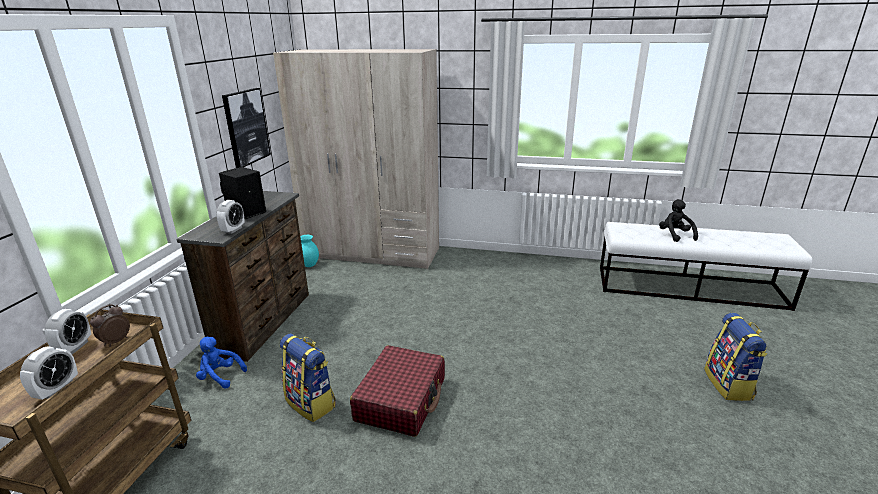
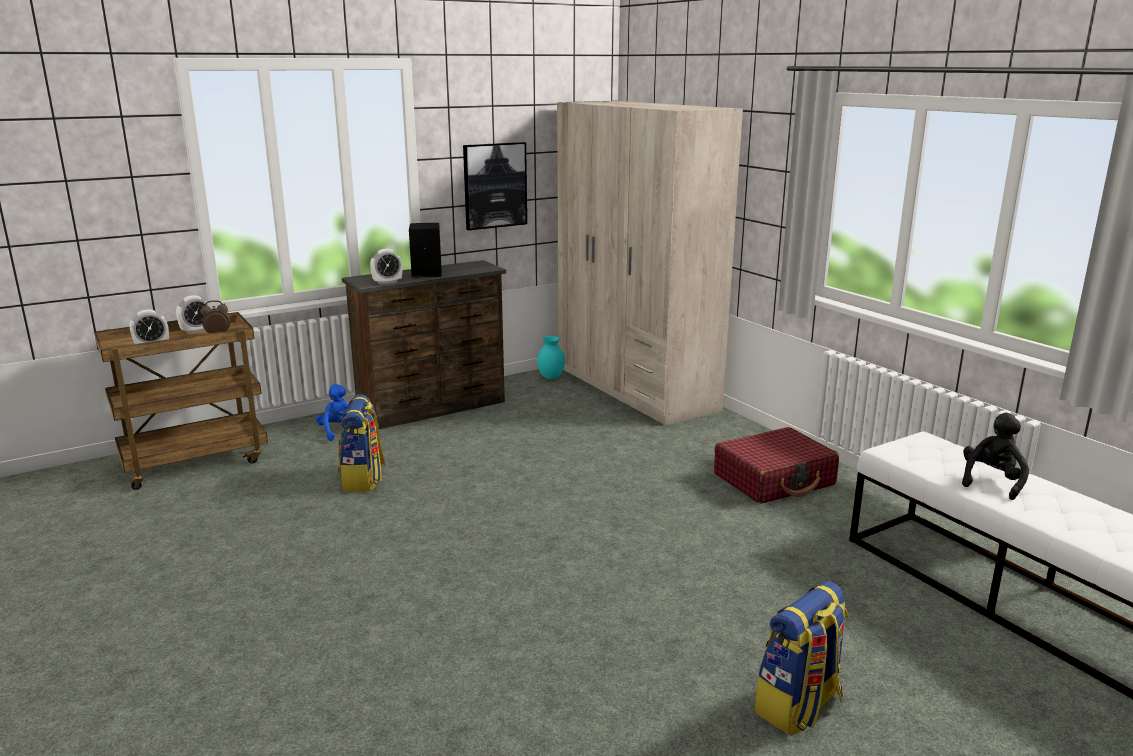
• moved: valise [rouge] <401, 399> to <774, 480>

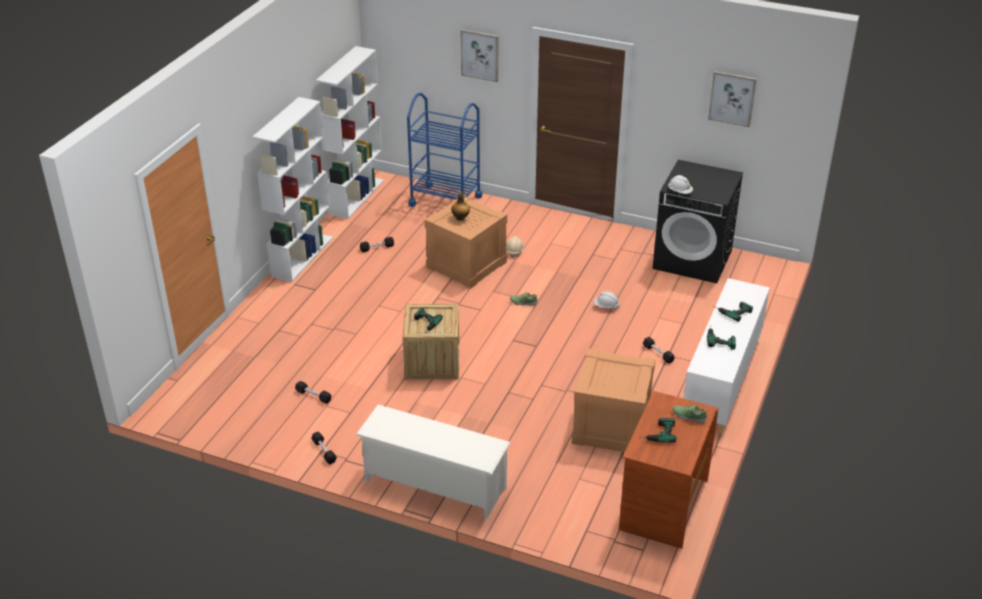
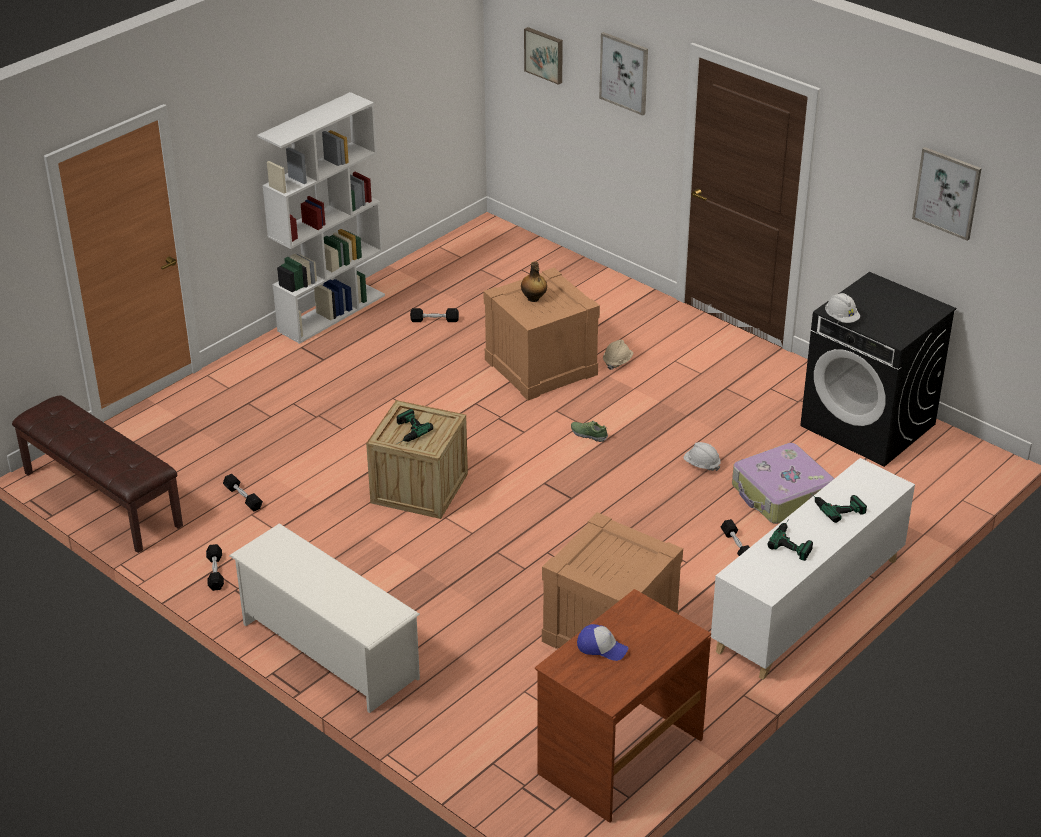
• removed: bibliothèque [blanc] <356, 197>
• removed: chariot [bleu] <445, 200>
• removed: chaussure <689, 416>
• added: banc [marron] <101, 499>
• added: tableau <545, 54>
• added: valise <781, 495>
• replaced: perceuse <657, 433> to casquette <601, 647>

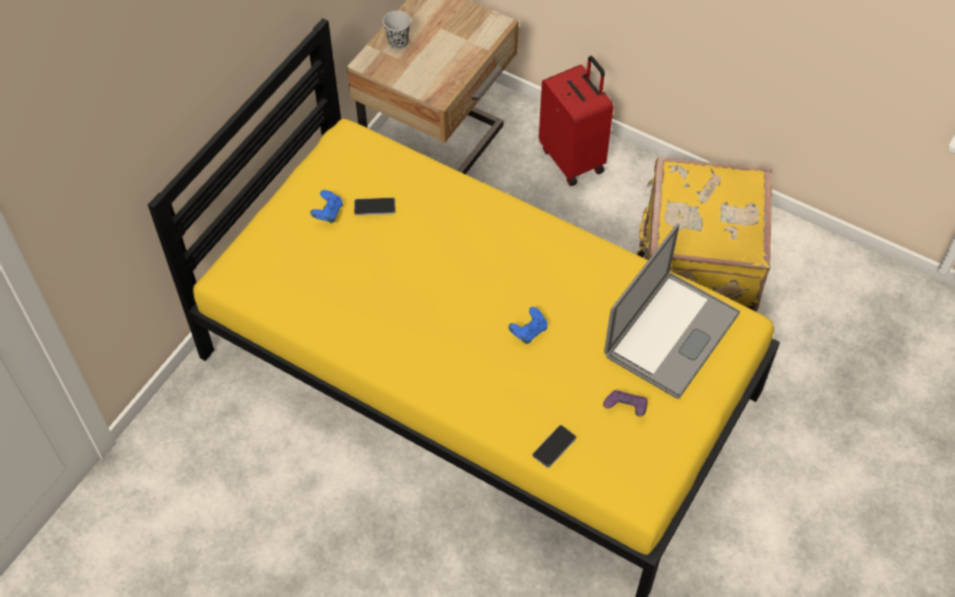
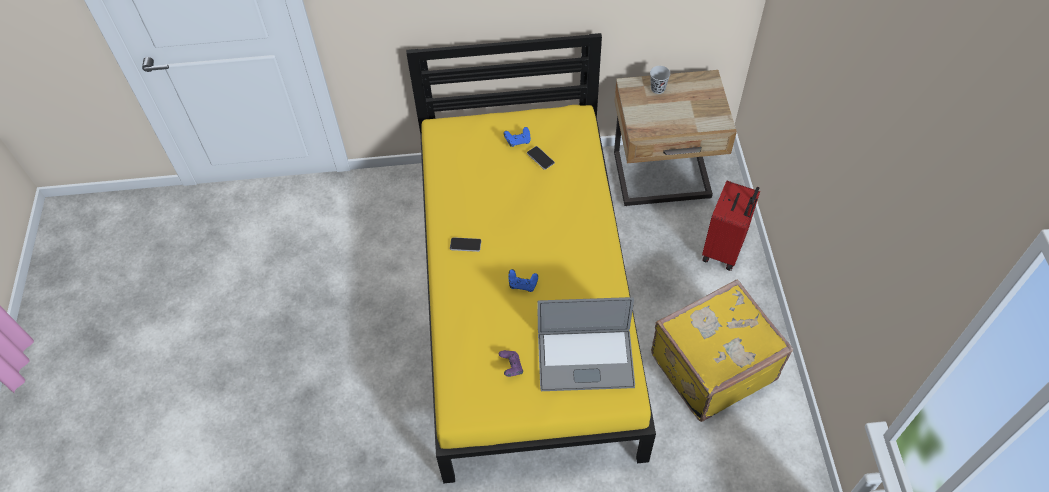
• moved: téléphone <554, 447> to <465, 245>

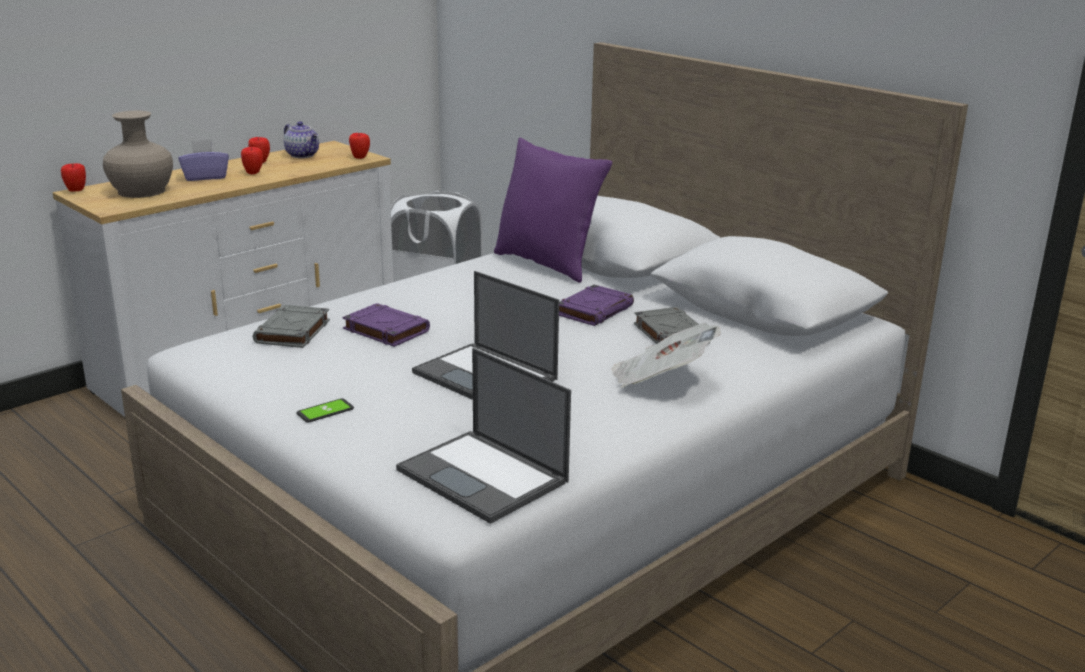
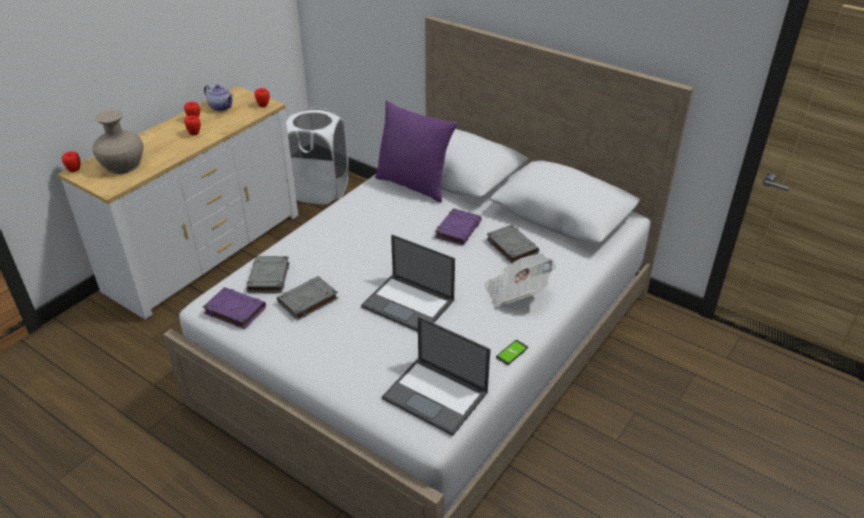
• removed: boîte à mouchoirs [violet] <205, 177>
• added: livre [gris] <307, 301>
• moved: téléphone <325, 411> to <512, 353>
• moved: livre [violet] <385, 330> to <234, 310>

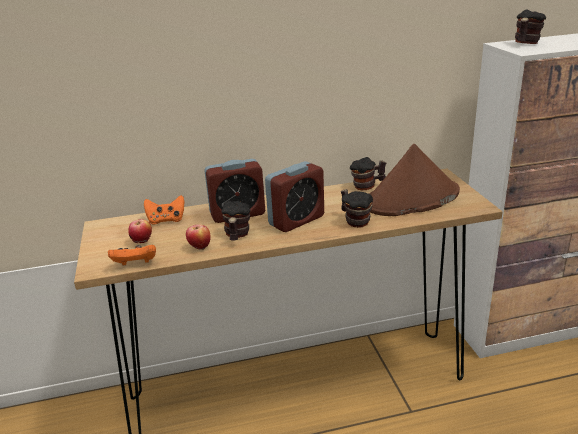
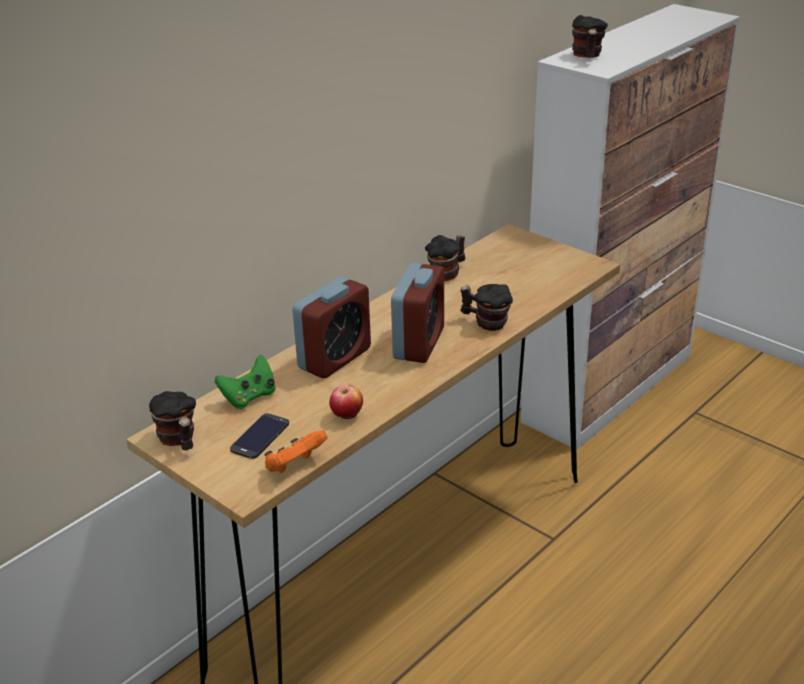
• removed: chapeau [marron] <411, 199>
• moved: mug <237, 236> to <179, 441>
• replaced: pomme <142, 242> to téléphone <260, 436>
• recoloured: manette [orange] <166, 220> to manette [vert] <249, 397>

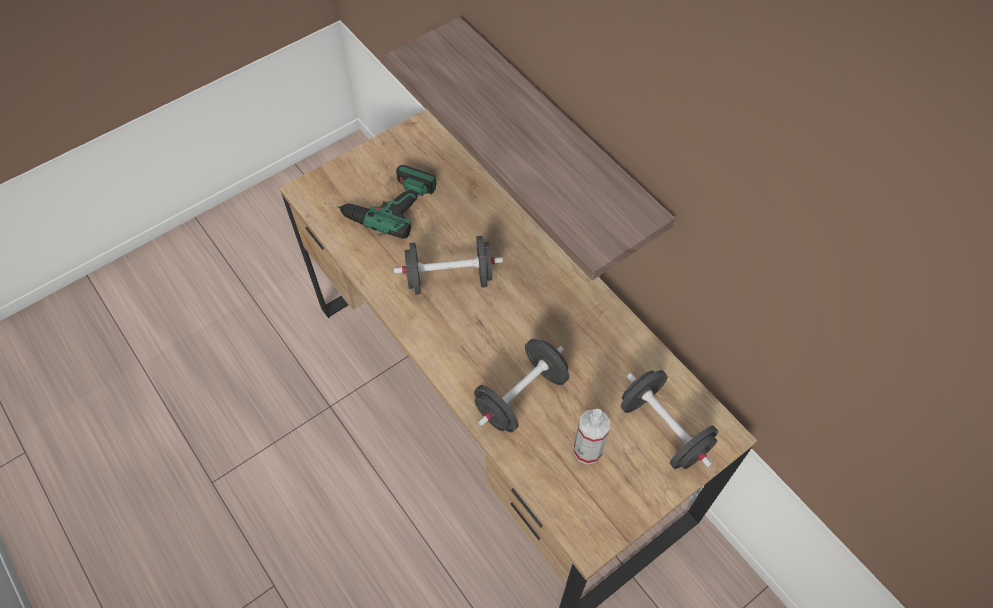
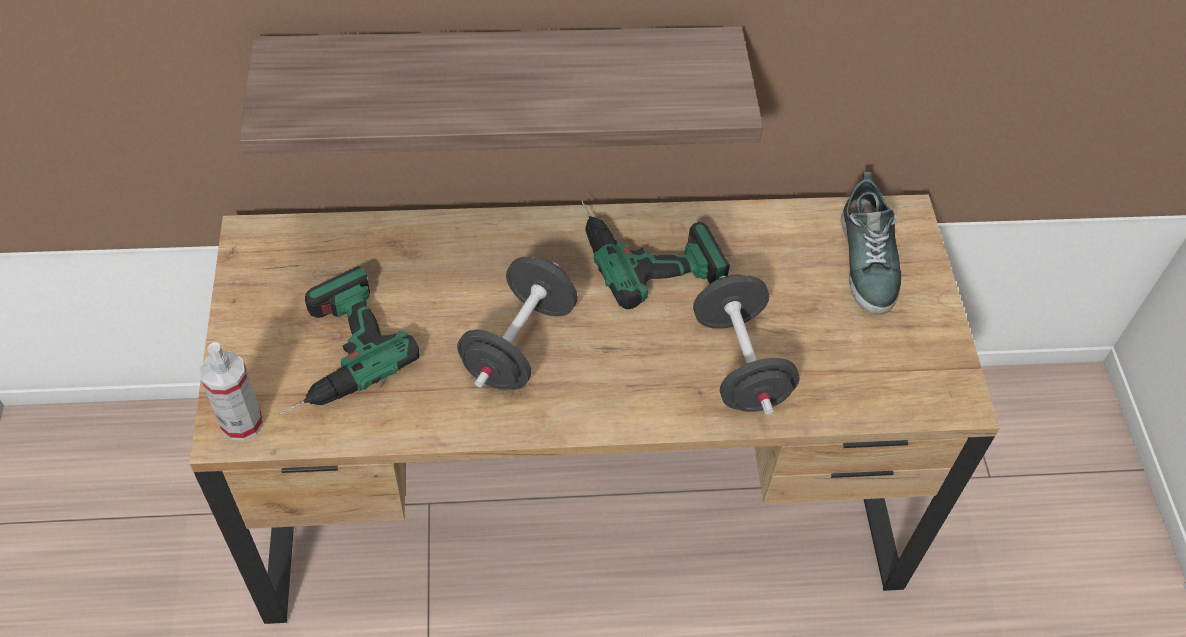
• added: perceuse <646, 247>
• moved: vaporisateur <587, 450> to <242, 423>
• replaced: haltère [noir] <663, 430> to chaussure <868, 260>

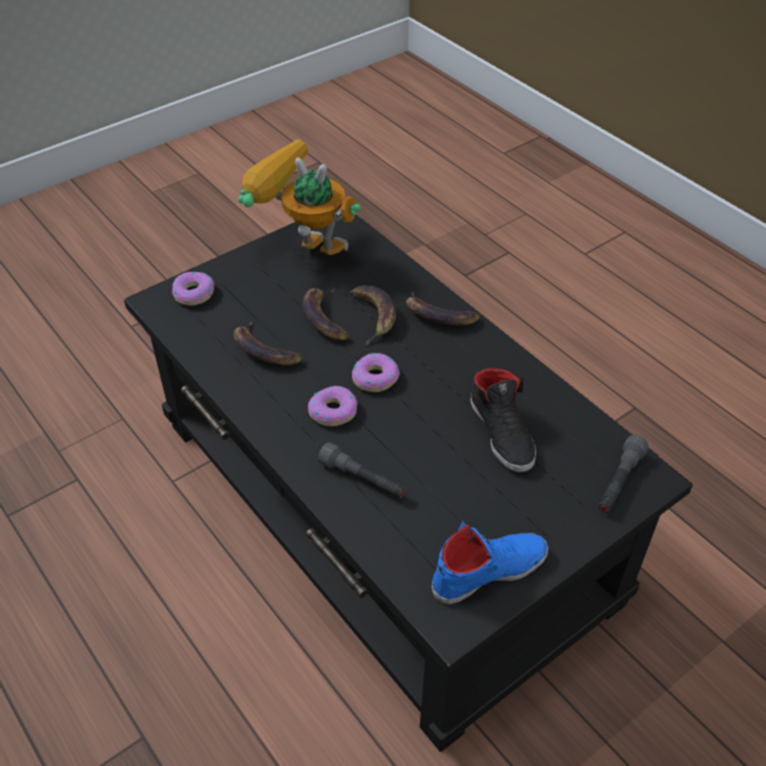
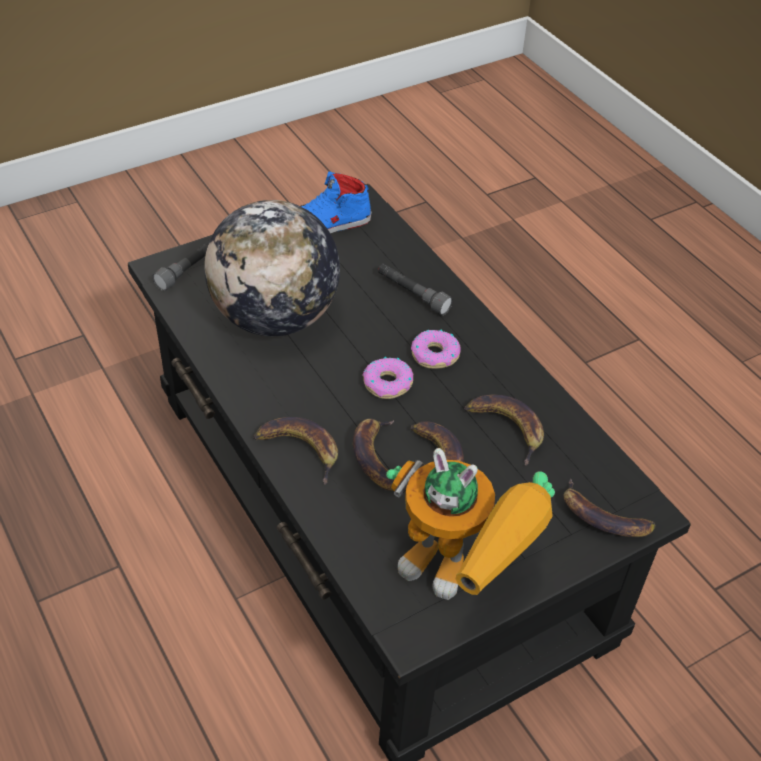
• replaced: beignet <193, 293> to banane <602, 518>
• replaced: chaussure [noir] <502, 432> to globe <275, 318>

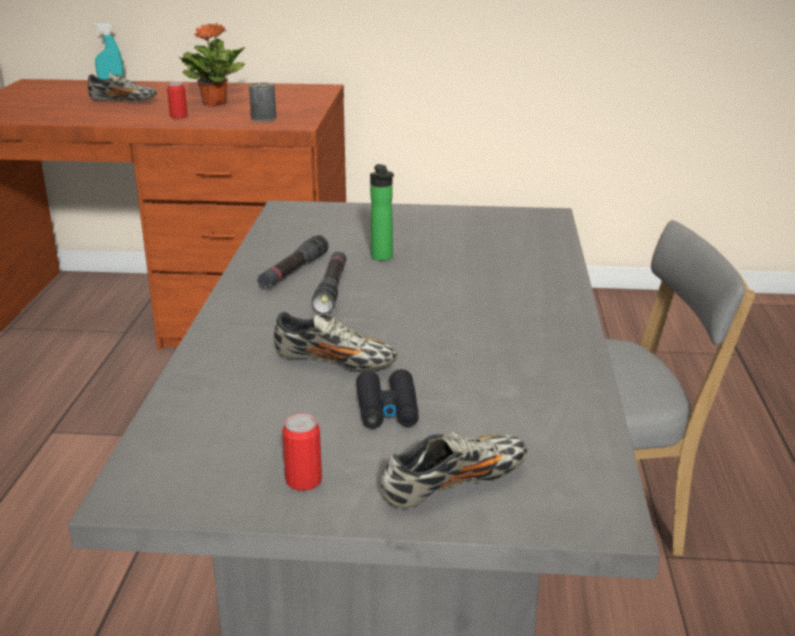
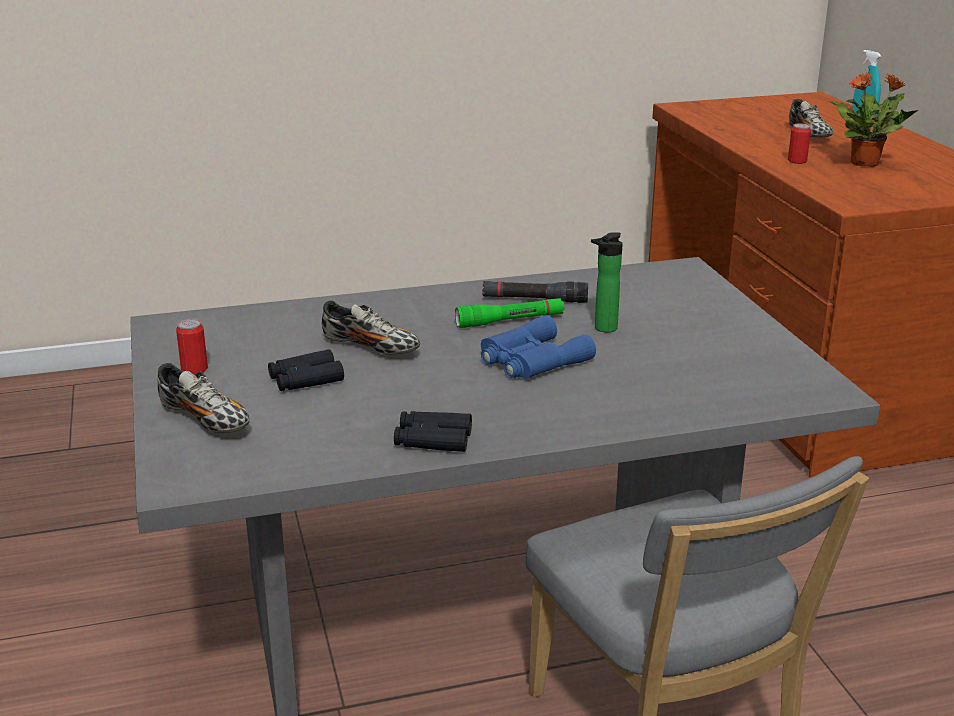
• removed: boîte métallique <263, 118>
• added: jumelles [noir] <433, 440>
• added: jumelles [bleu] <531, 360>
• recoloured: lampe de poche [noir] <331, 289> to lampe de poche [vert] <510, 321>
• turned: chaussure <335, 363> = <371, 348> 60 degrees counterclockwise

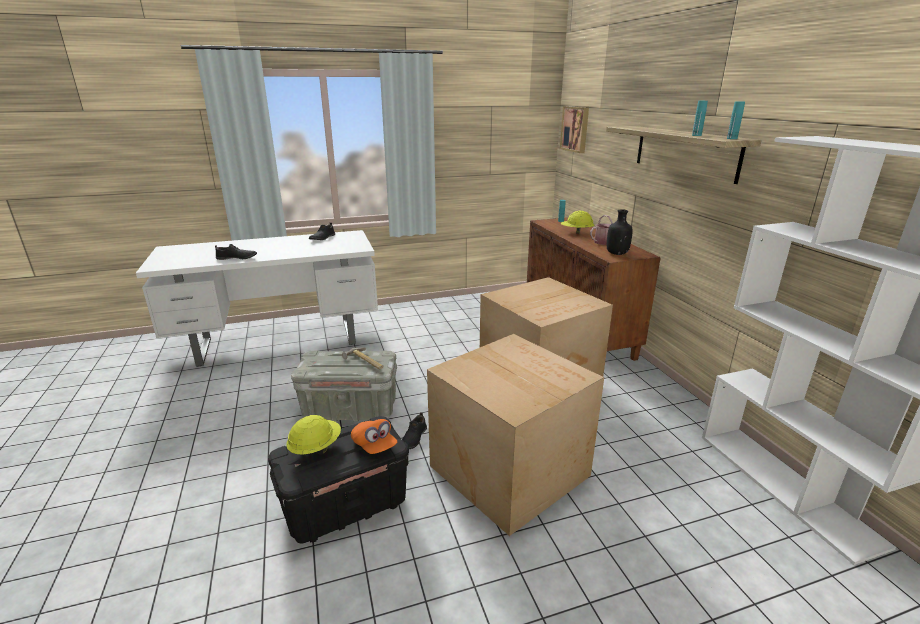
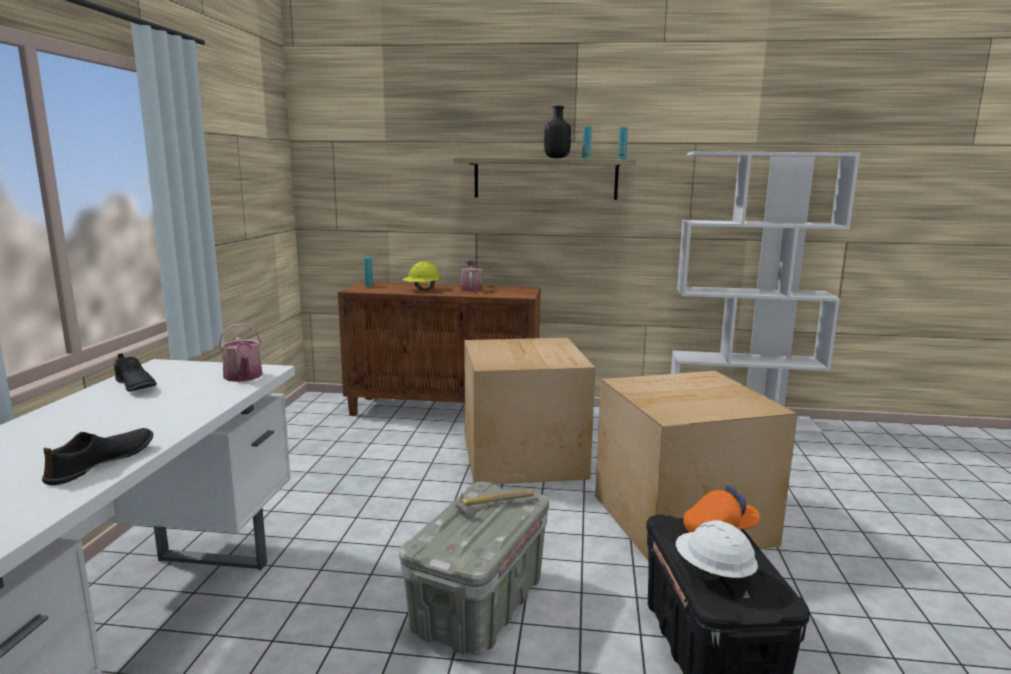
• removed: chaussure [noir] <412, 438>
• removed: tableau <575, 129>
• added: arrosoir <243, 377>
• moved: bouteille [noir] <616, 253> to <556, 158>
• recoloured: casque de chantier [jaune] <315, 448> to casque de chantier [blanc] <713, 573>

